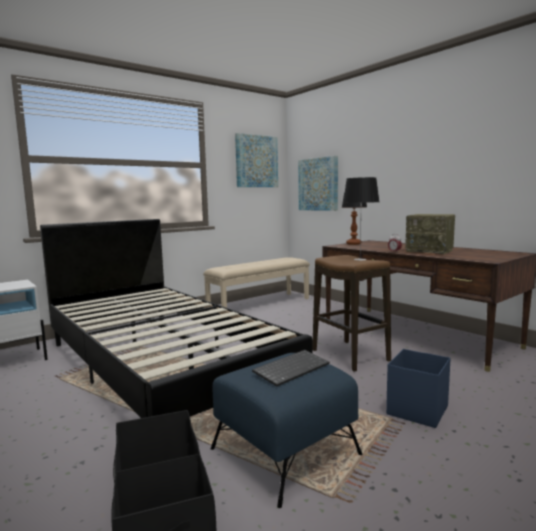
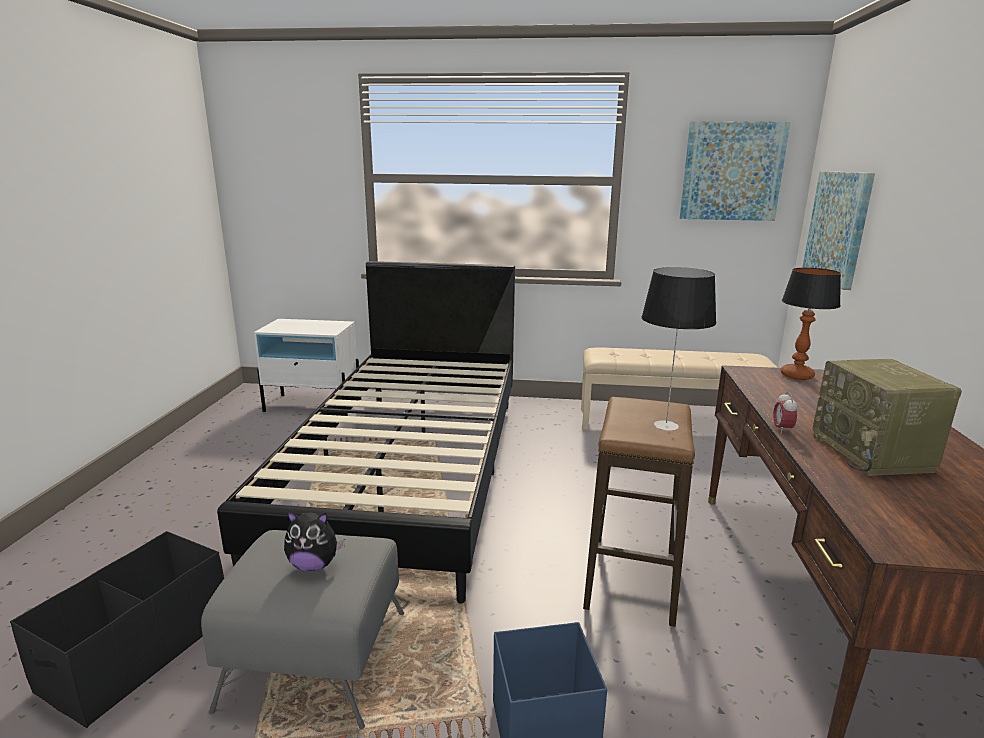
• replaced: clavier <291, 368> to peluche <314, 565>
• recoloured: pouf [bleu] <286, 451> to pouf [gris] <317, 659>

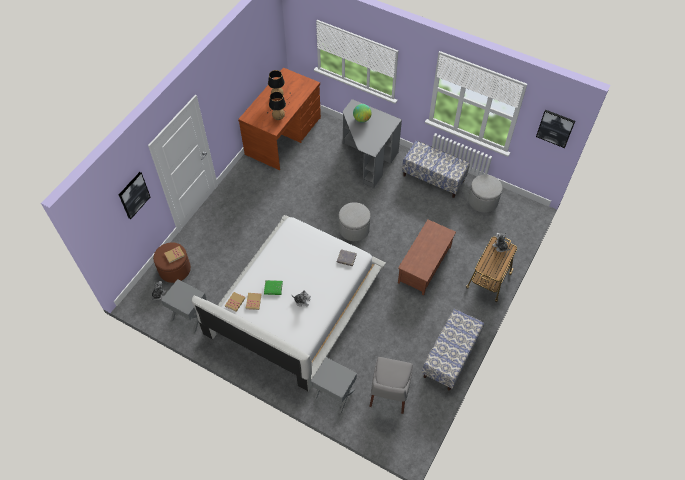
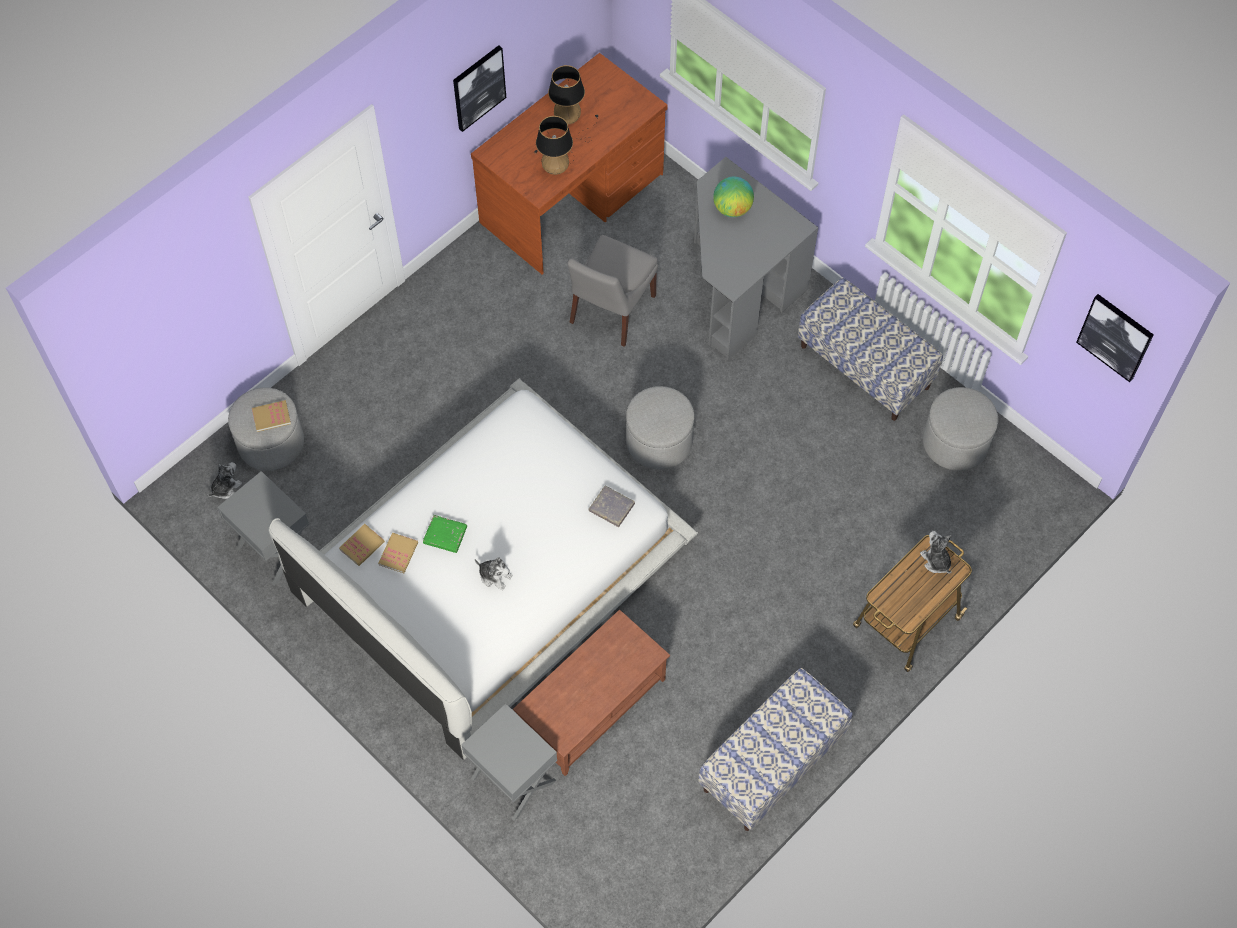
• moved: tableau <134, 195> to <478, 87>
• moved: chaise [gris] <389, 394> to <611, 311>
• moved: table basse [marron] <424, 264> to <592, 705>
• recoloured: pouf [marron] <174, 269> to pouf [gris] <271, 442>

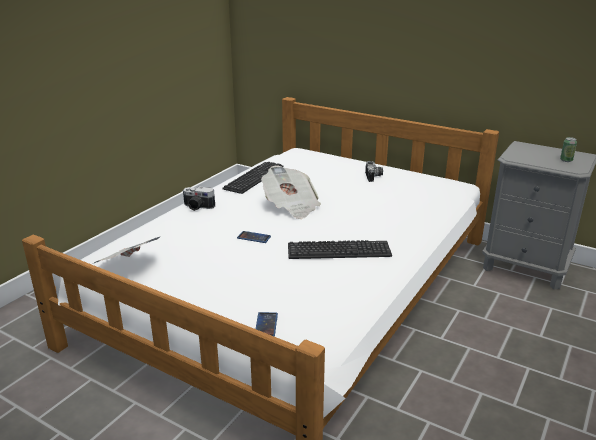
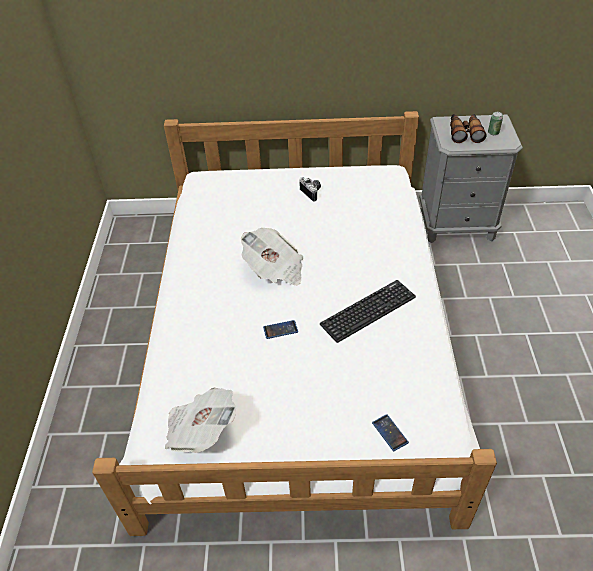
• removed: appareil photo <198, 207>
• removed: clavier <254, 178>
• added: jumelles <464, 132>

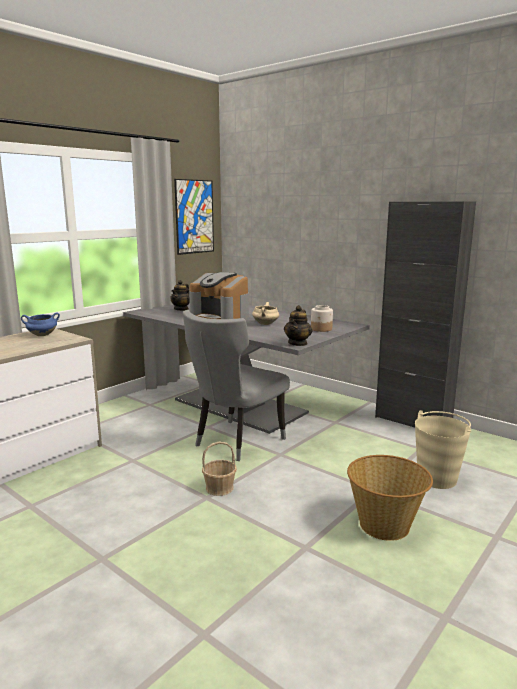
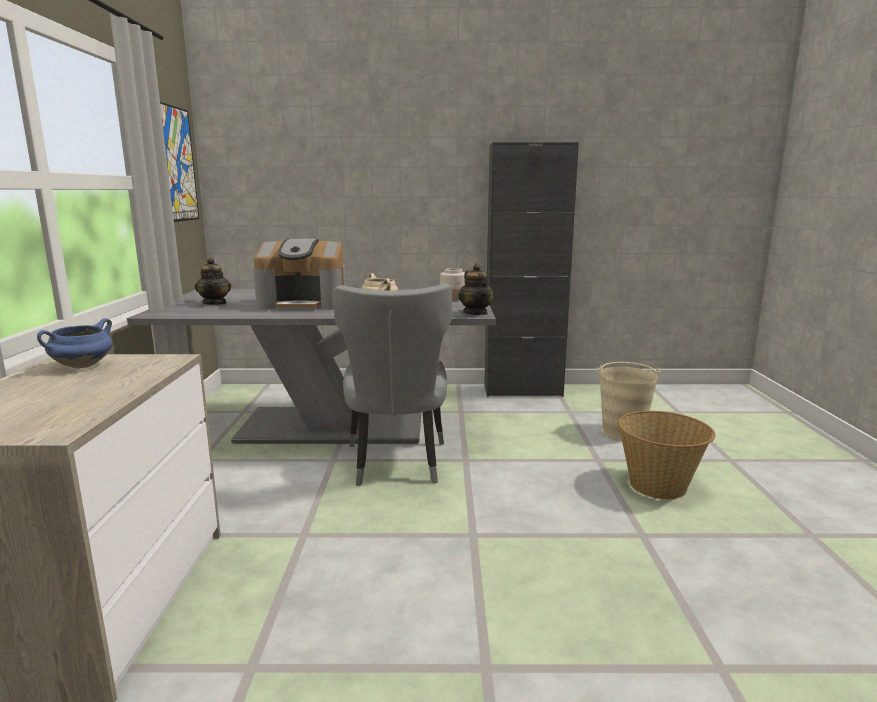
• removed: panier <220, 488>

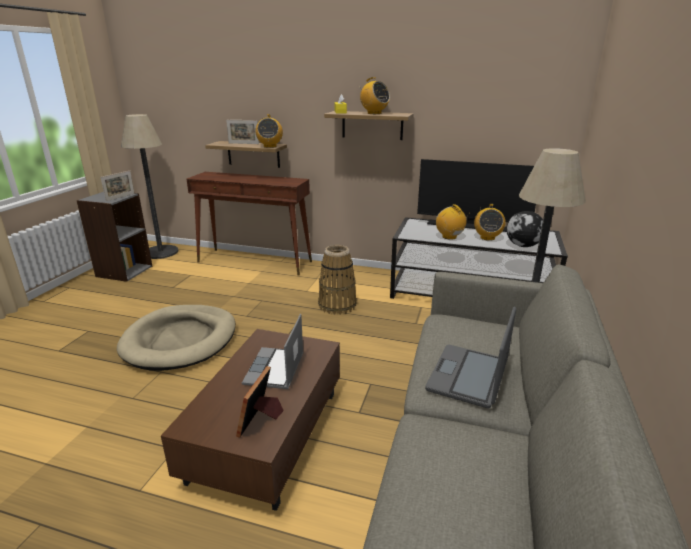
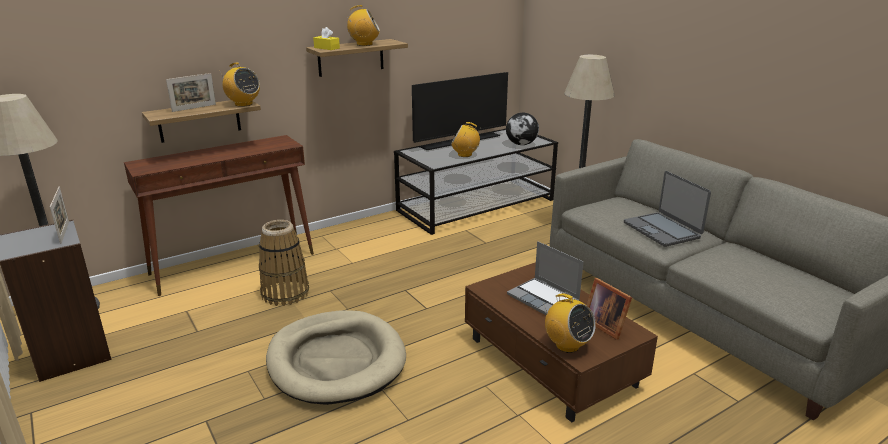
• moved: panier <337, 305> to <285, 293>
• moved: radio <487, 238> to <567, 345>

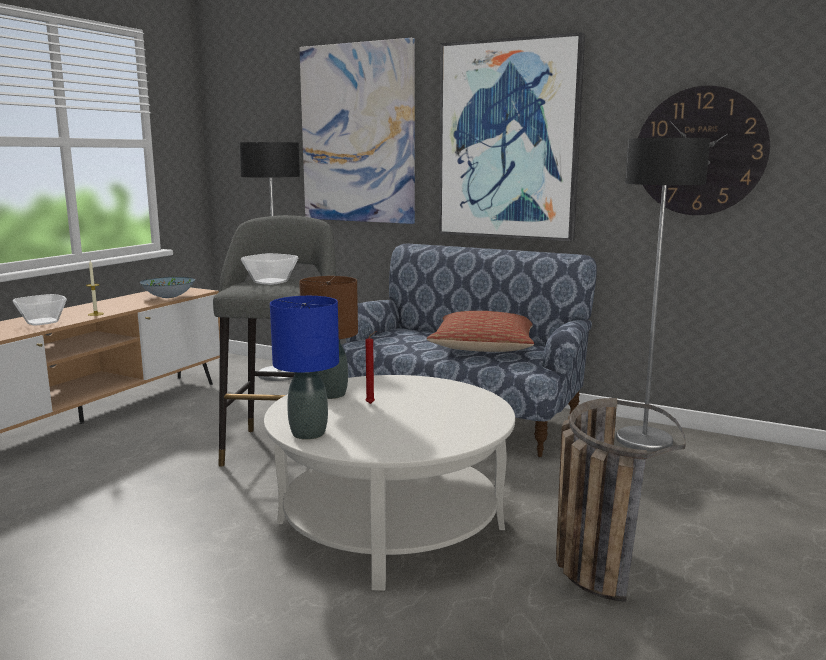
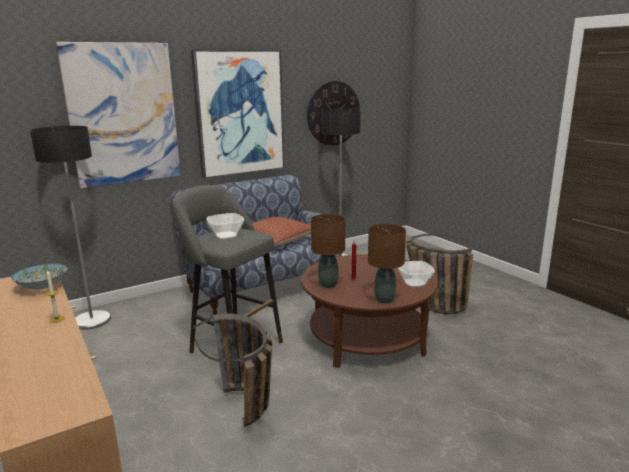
• added: panier <248, 413>
• moved: bol <43, 322> to <414, 283>
• recoloured: table basse [blanc] <391, 524> to table basse [marron] <367, 337>
• recoloured: lampe de table [bleu] <308, 433> to lampe de table [marron] <384, 299>

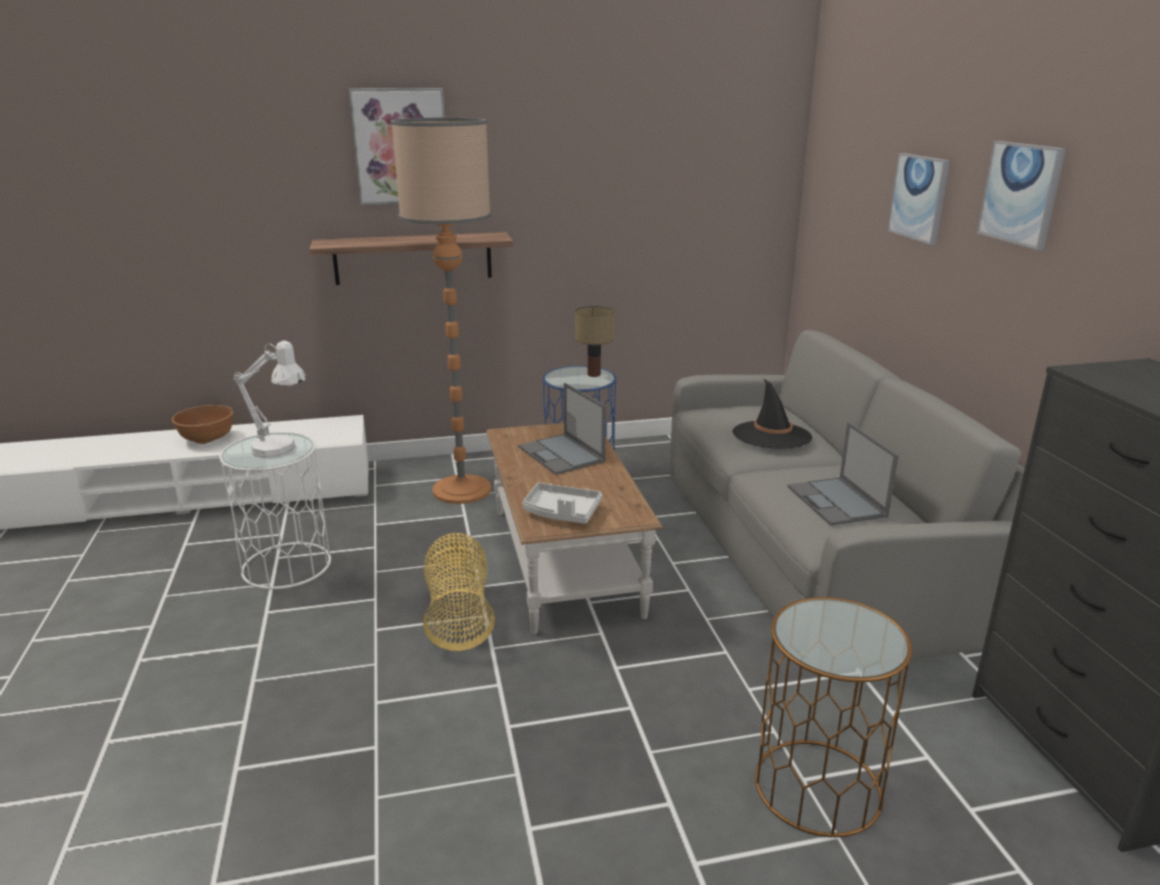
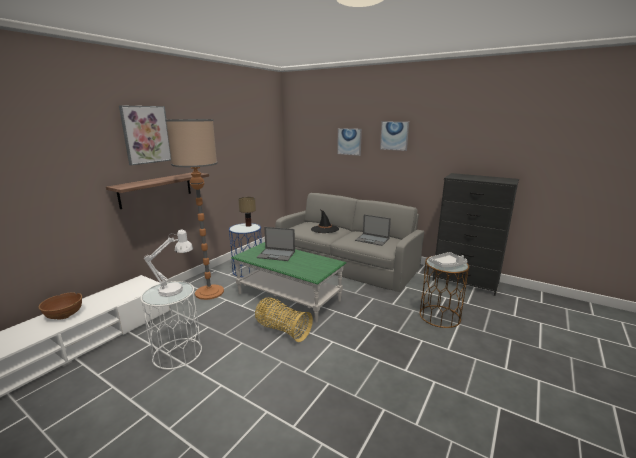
• moved: plateau [gris] <561, 513> to <447, 264>
• recoloured: table basse [marron] <565, 560> to table basse [vert] <288, 297>

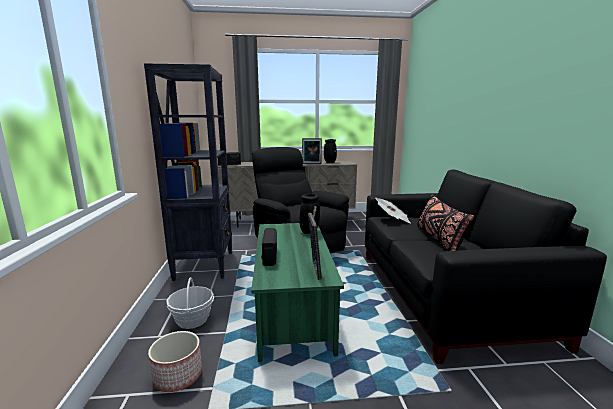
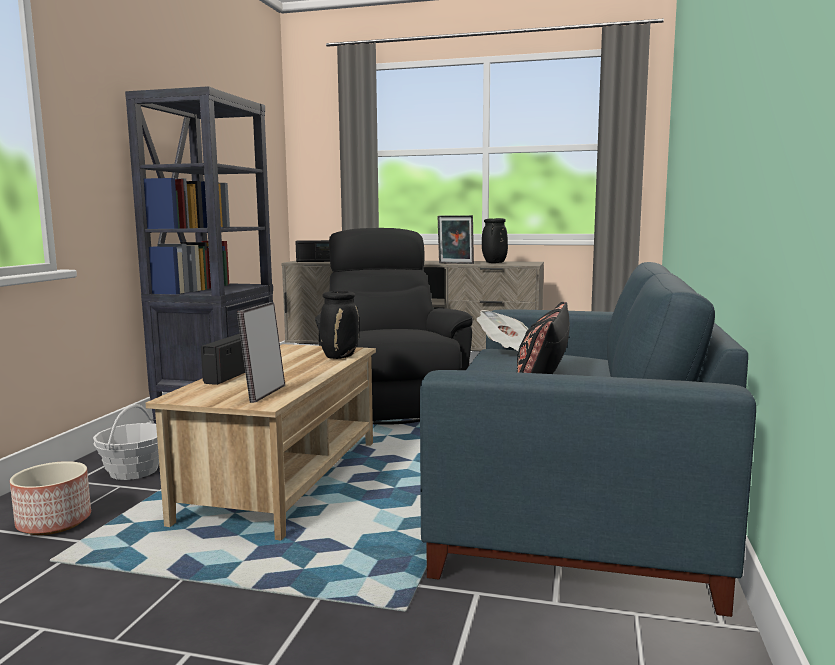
• recoloured: table basse [vert] <293, 309> to table basse [beige] <284, 480>
• recoloured: canapé [noir] <444, 293> to canapé [bleu] <573, 498>

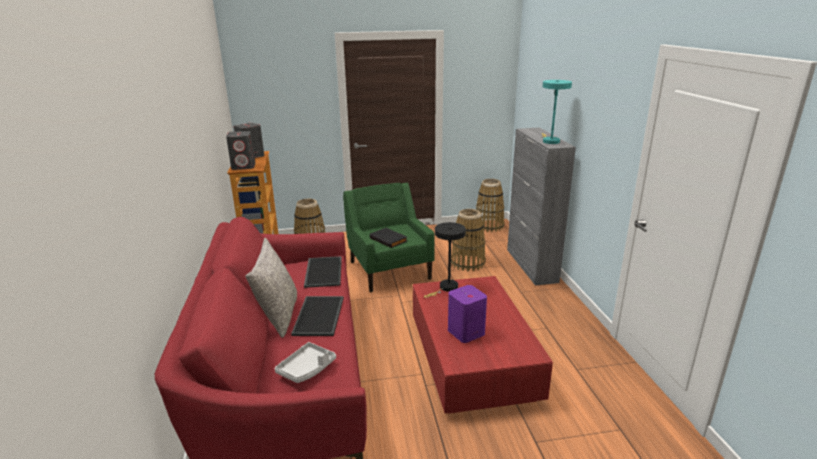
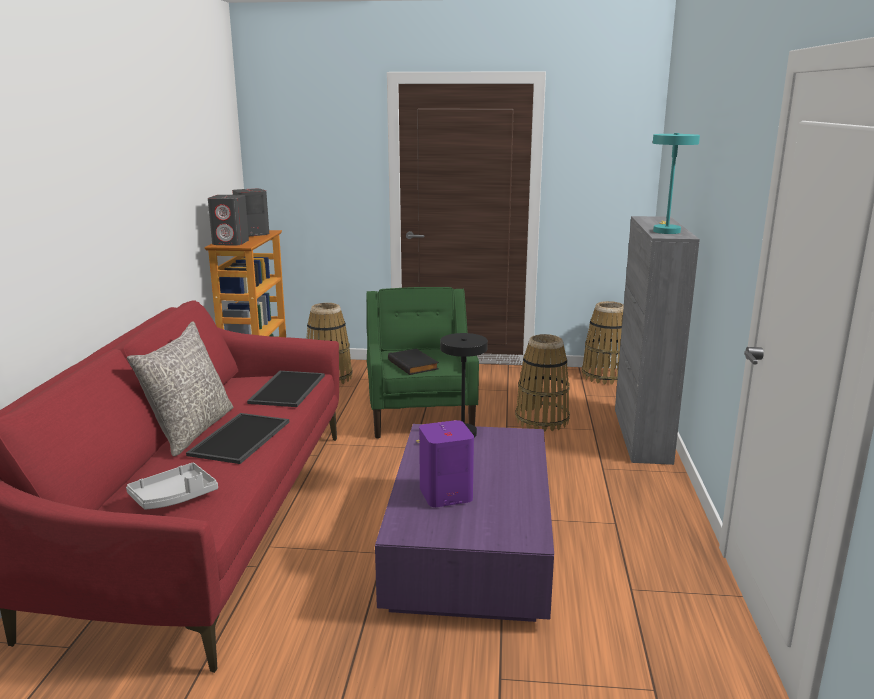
• recoloured: table basse [rouge] <471, 358> to table basse [violet] <470, 545>

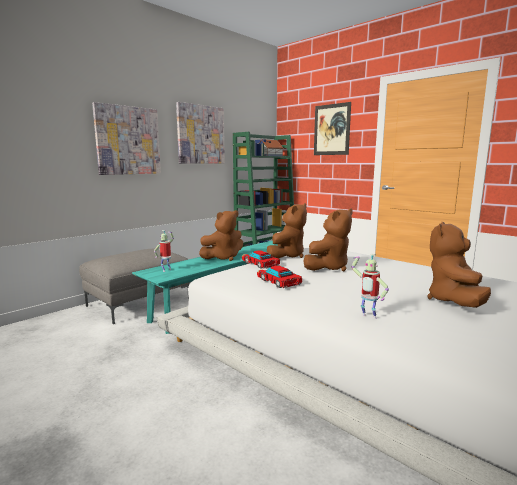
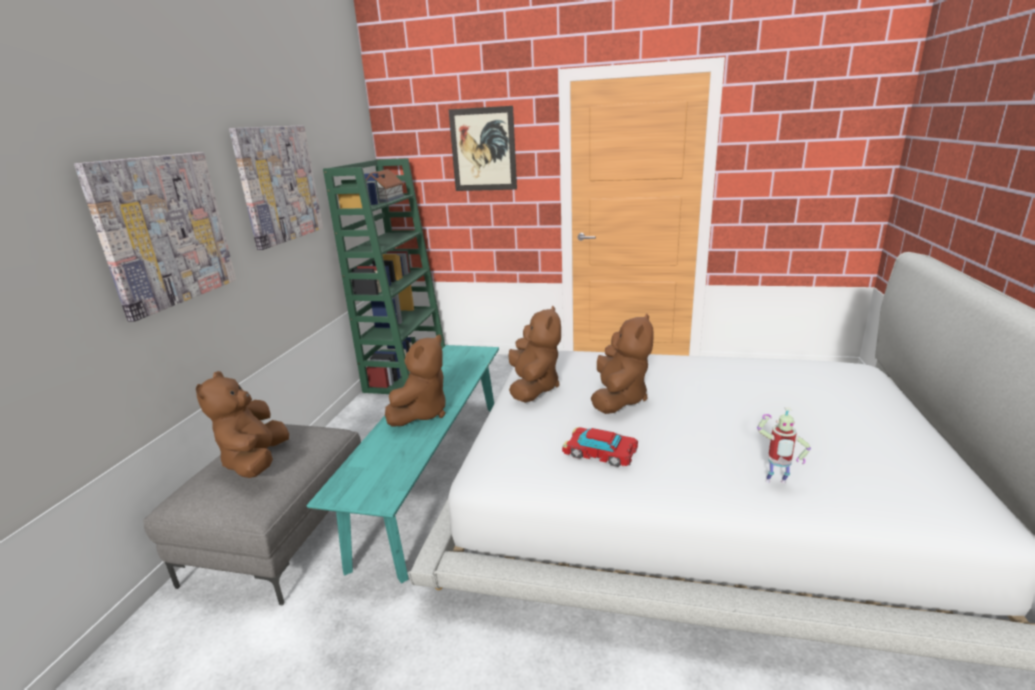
• removed: robot jouet <166, 270>
• removed: petite voiture <260, 264>
• moved: peluche [marron] <454, 302> to <256, 462>

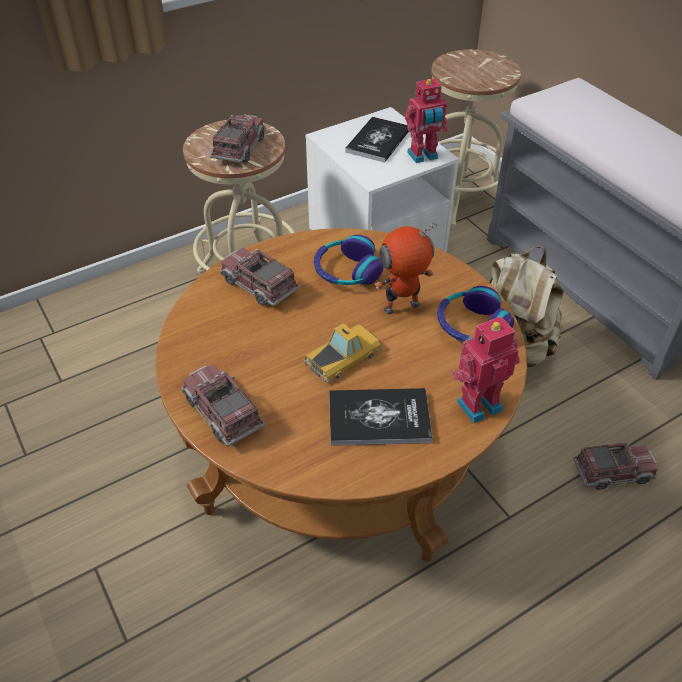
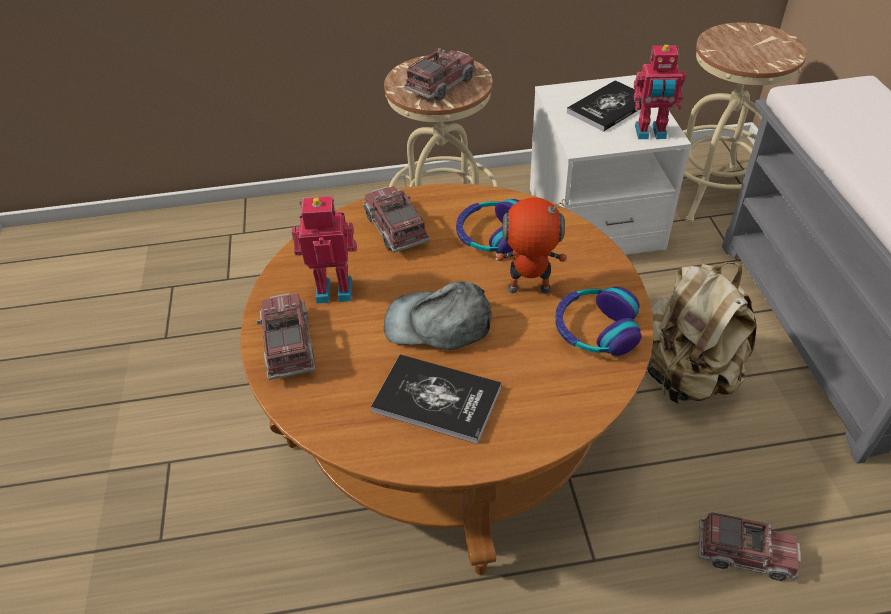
• moved: robot jouet <477, 403> to <334, 288>
• replaced: petite voiture <344, 356> to casquette [gris] <438, 323>

